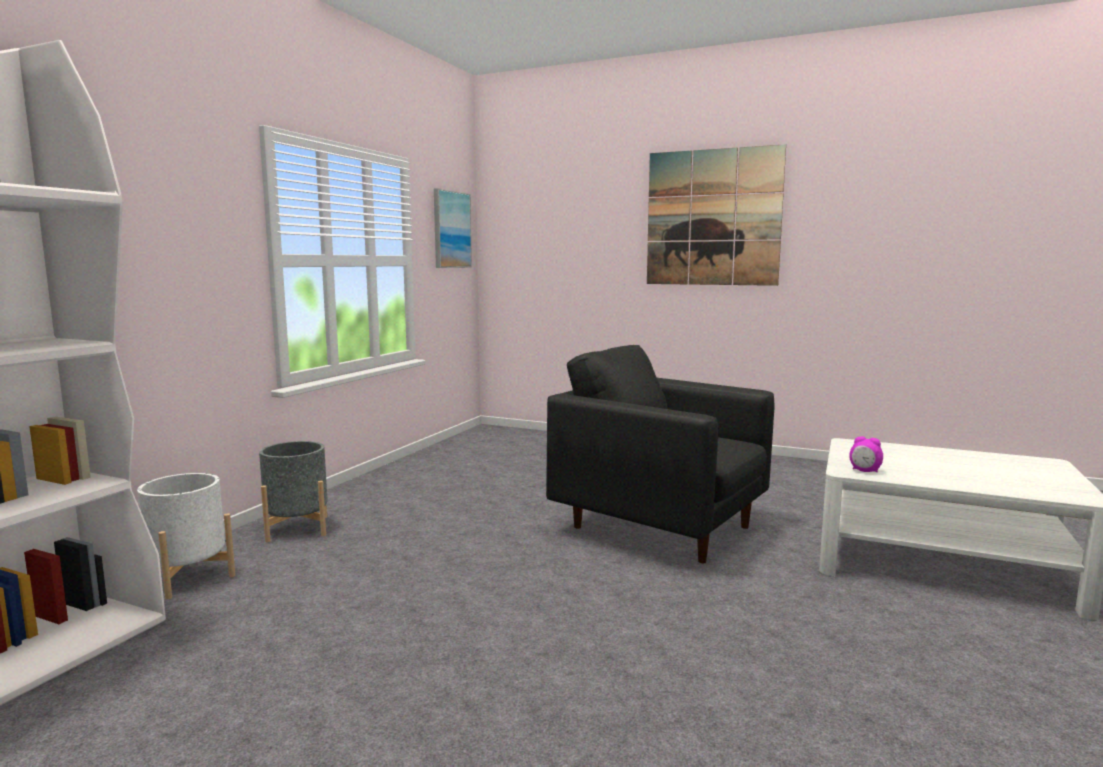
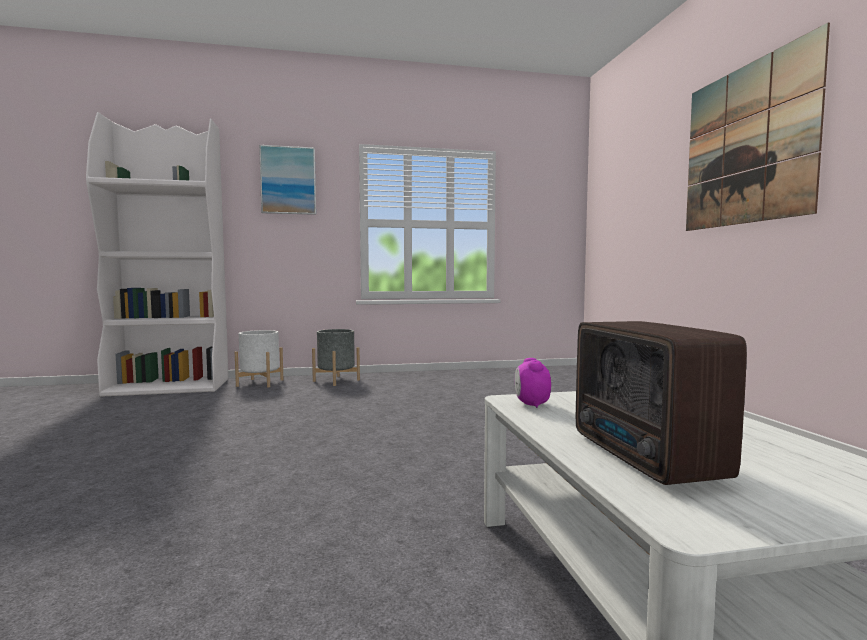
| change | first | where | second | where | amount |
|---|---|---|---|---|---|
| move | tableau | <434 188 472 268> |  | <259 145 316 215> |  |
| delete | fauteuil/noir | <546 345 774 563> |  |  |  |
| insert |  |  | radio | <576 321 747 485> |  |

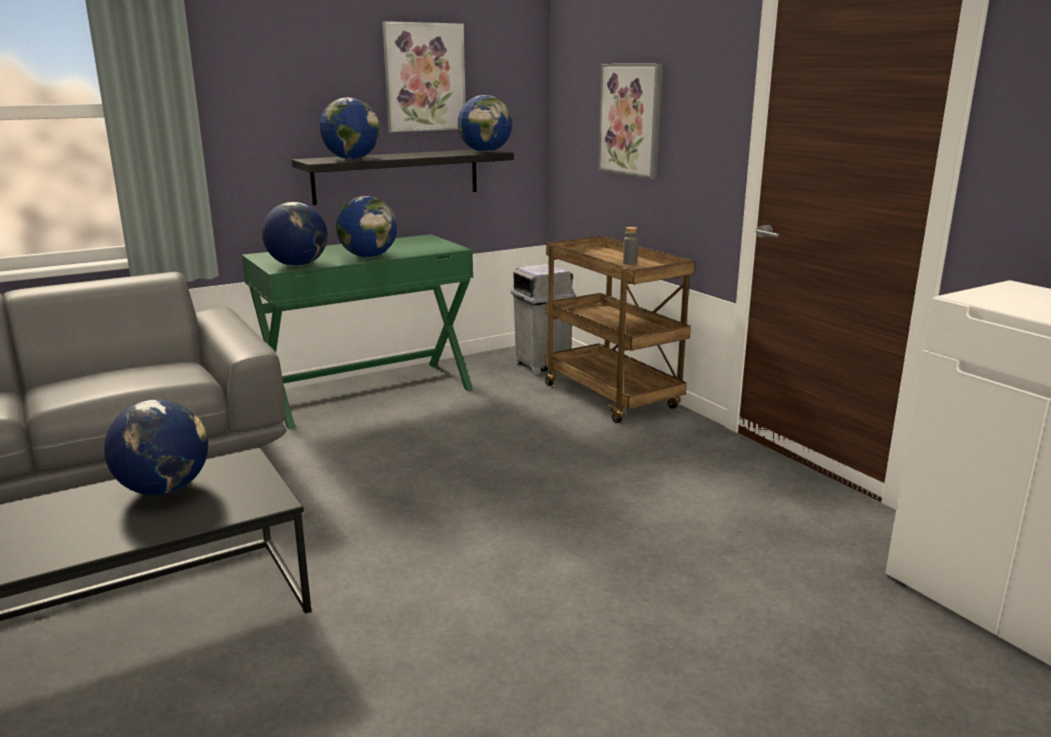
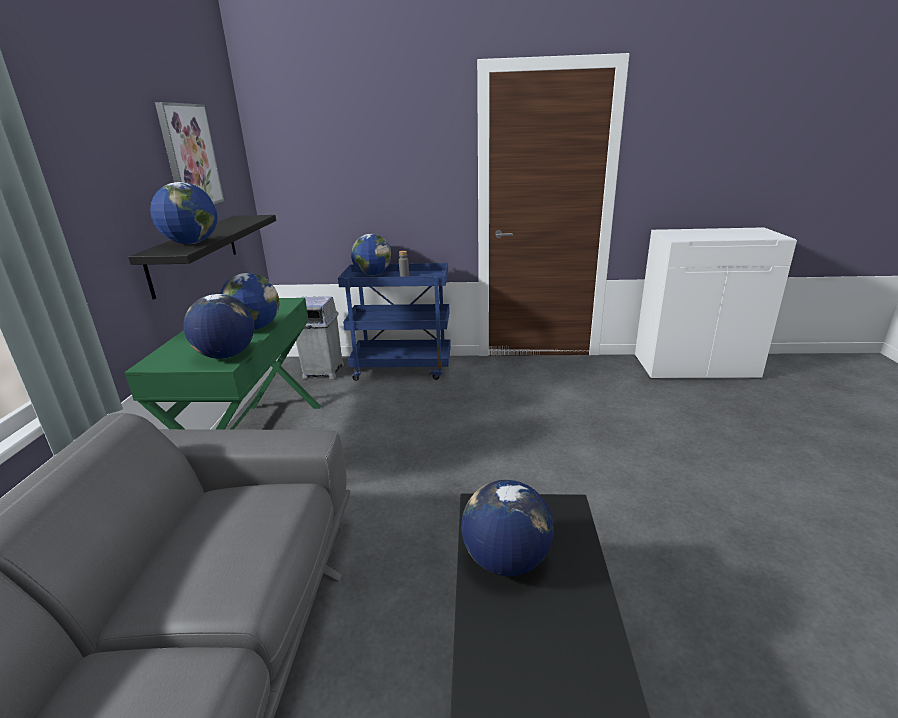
| change | first | where | second | where | amount |
|---|---|---|---|---|---|
| move | globe | <458 95 512 152> |  | <351 234 392 275> |  |
| recolor | chariot/marron | <545 236 695 423> | chariot/bleu | <338 263 451 381> |  |
| delete | tableau | <598 64 663 179> |  |  |  |

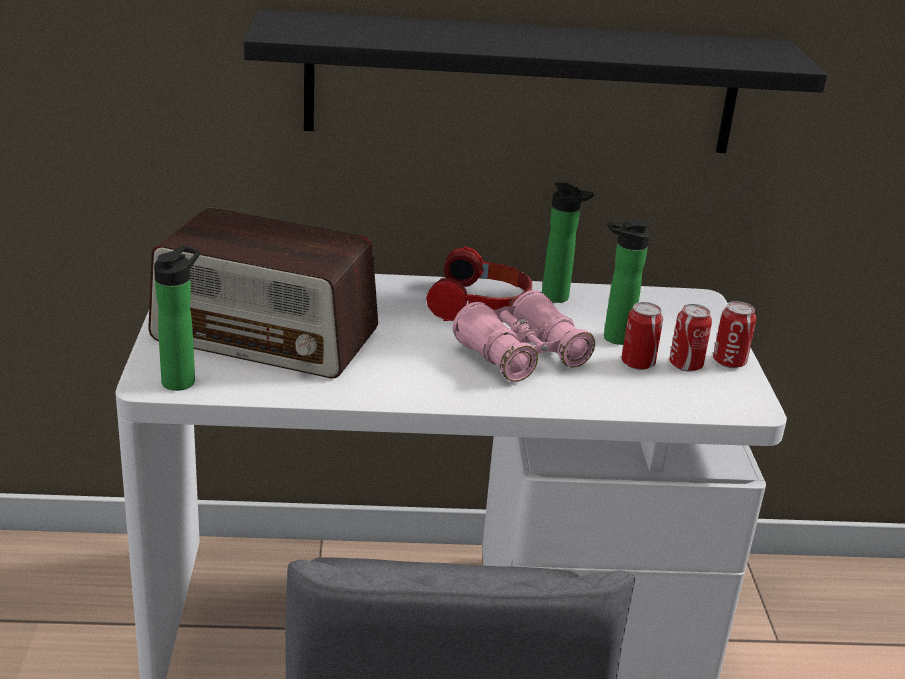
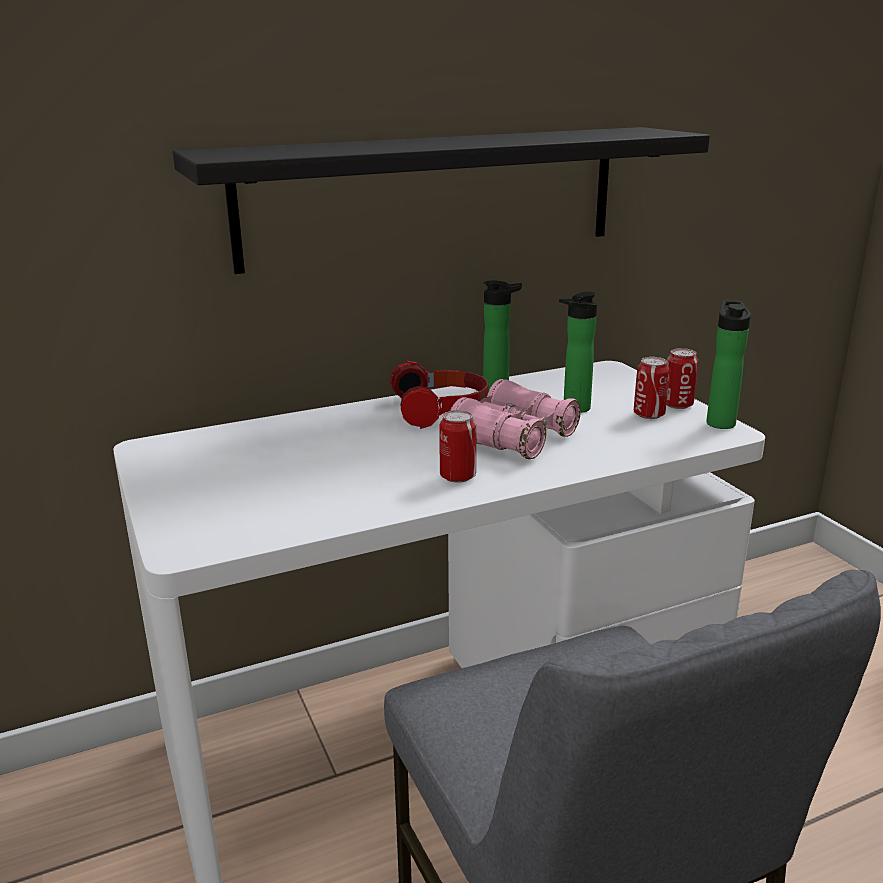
| change | first | where | second | where | amount |
|---|---|---|---|---|---|
| delete | radio | <148 207 378 378> |  |  |  |
| move | bouteille | <154 245 200 391> |  | <706 301 751 429> |  |
| move | boîte métallique | <622 302 663 370> |  | <439 410 476 483> |  |

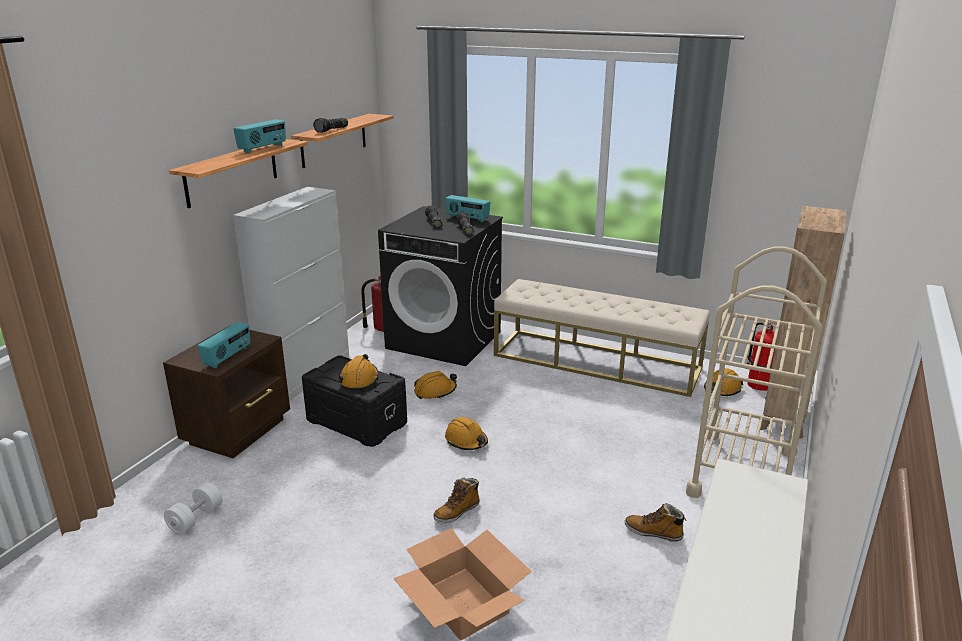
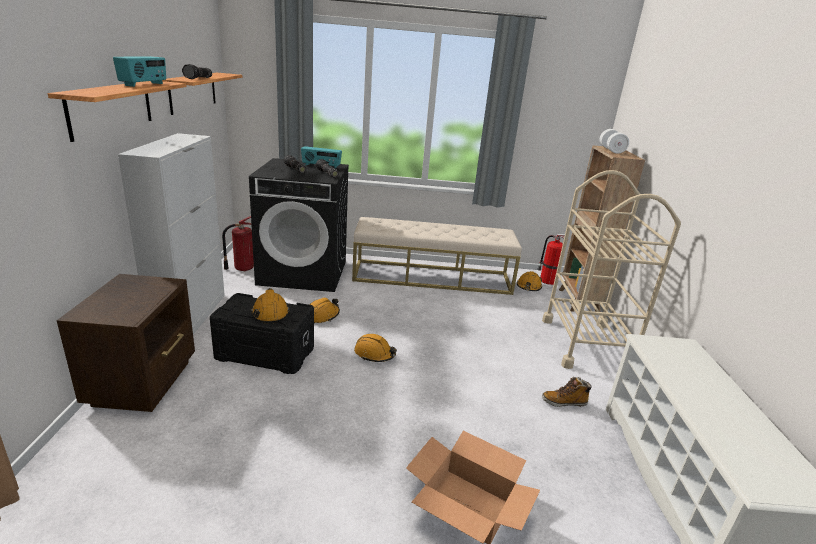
| change | first | where | second | where | amount |
|---|---|---|---|---|---|
| move | haltère/blanc | <164 482 223 535> |  | <600 129 629 154> |  |
| delete | radio | <197 322 250 368> |  |  |  |
| delete | botte | <433 477 480 523> |  |  |  |

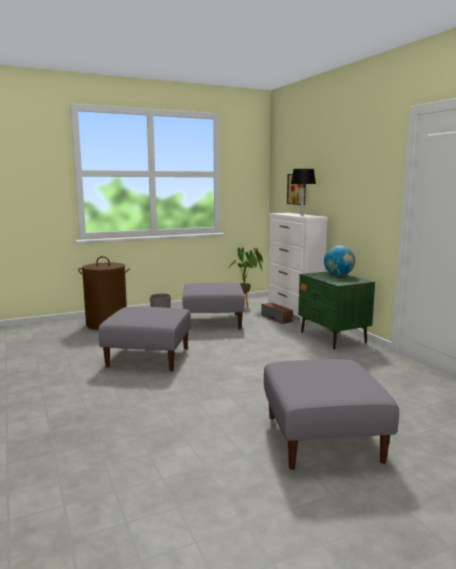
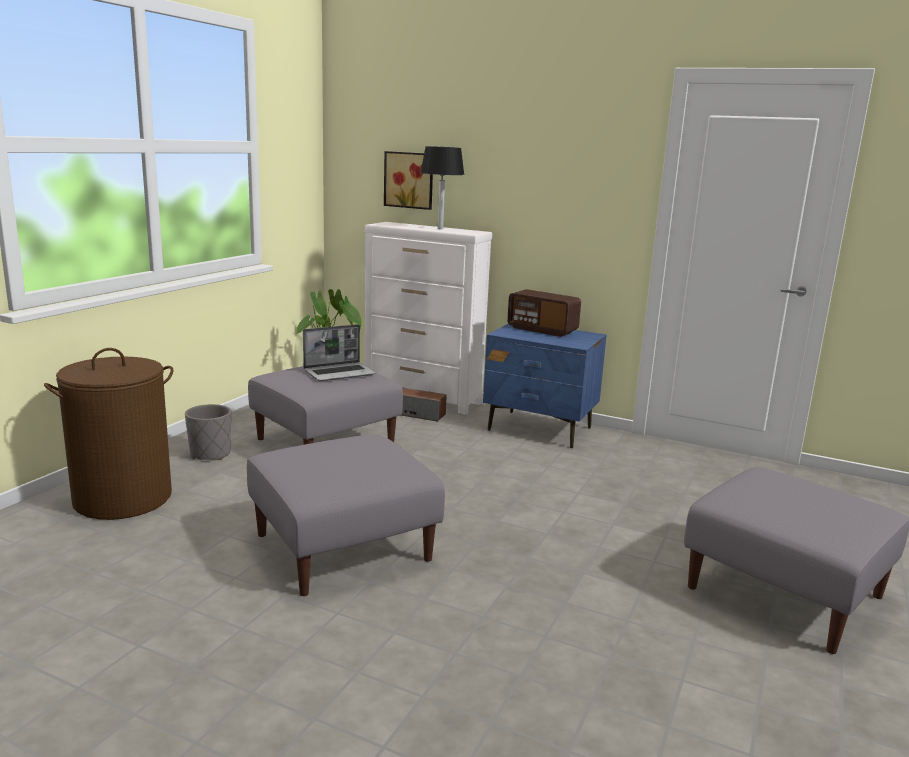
| change | first | where | second | where | amount |
|---|---|---|---|---|---|
| recolor | table de chevet/vert | <298 271 375 349> | table de chevet/bleu | <483 324 607 448> |  |
| replace | globe | <324 246 355 276> | radio | <507 289 581 337> |  |
| insert |  |  | ordinateur portable | <303 324 376 381> |  |

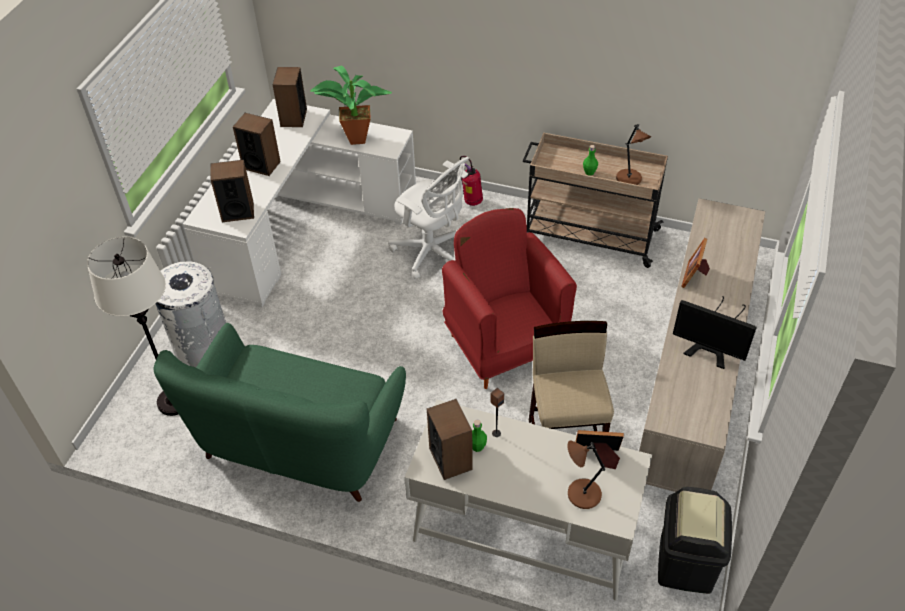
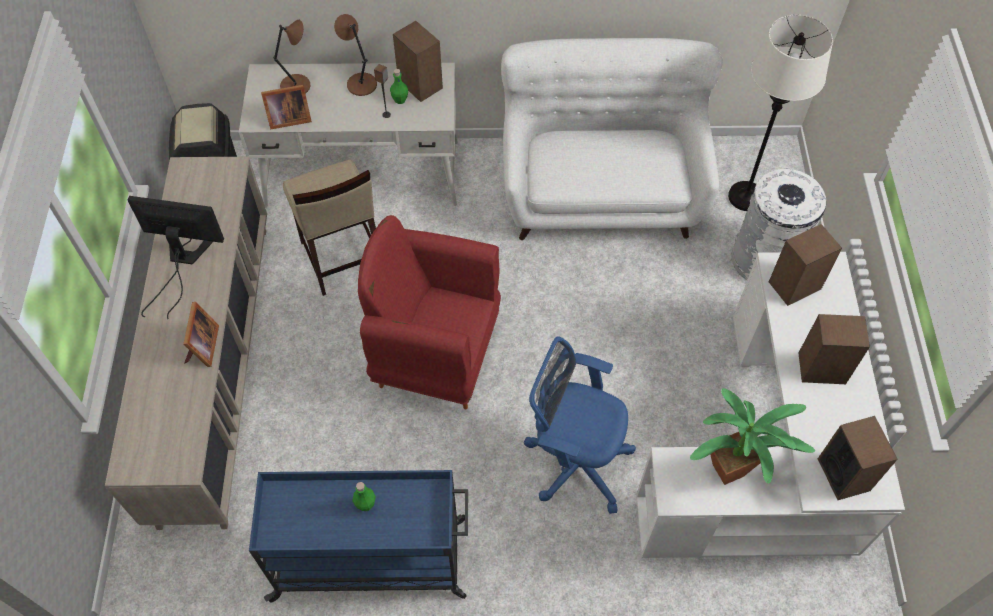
| change | first | where | second | where | amount |
|---|---|---|---|---|---|
| recolor | canapé/vert | <153 323 406 502> | canapé/blanc | <501 38 723 240> |  |
| recolor | chaise de bureau/blanc | <388 157 469 279> | chaise de bureau/bleu | <524 336 636 514> |  |
| rotate | fauteuil/rouge | <442 208 577 389> |  | <358 215 501 409> | 150 degrees clockwise |
| delete | extincteur | <460 156 483 206> |  |  |  |
| recolor | chariot/beige | <523 133 668 268> | chariot/bleu | <249 470 468 603> |  |
| move | lampe de table/marron | <616 124 652 185> |  | <334 14 377 96> |  |

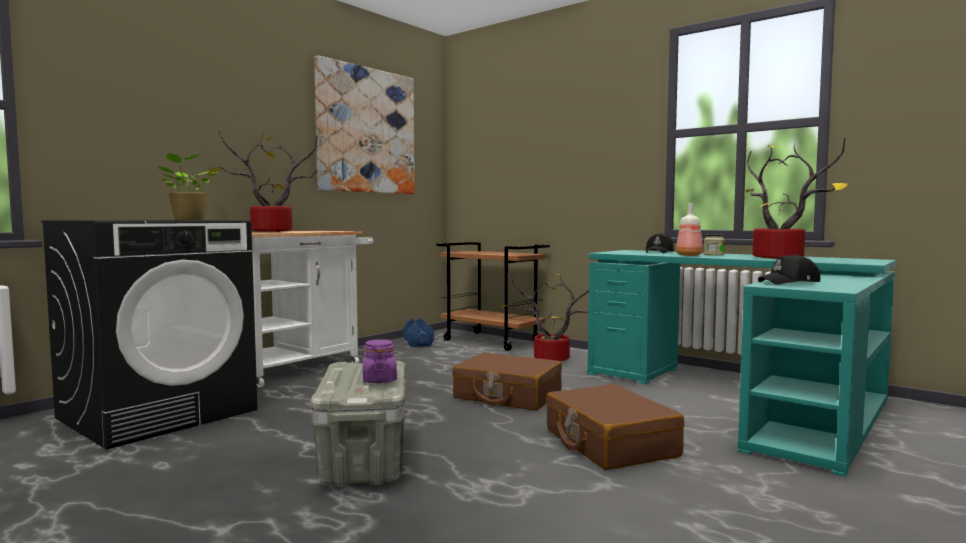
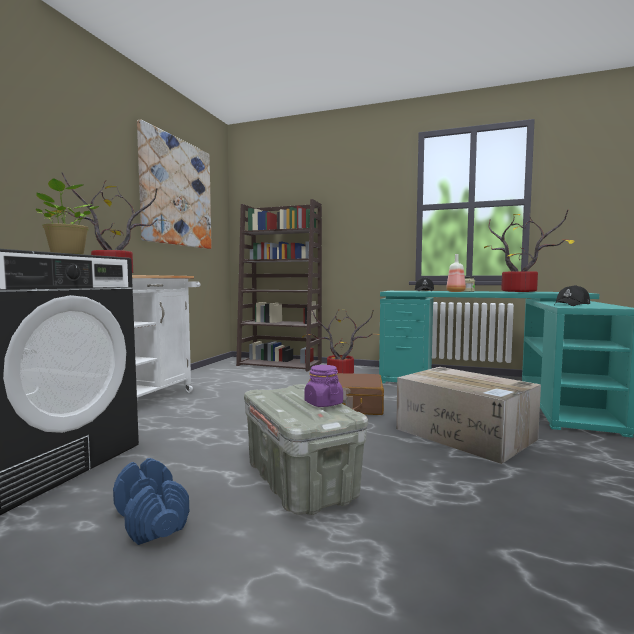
| change | first | where | second | where | amount |
|---|---|---|---|---|---|
| move | haltère/bleu | <403 318 434 347> |  | <113 458 189 545> |  |
| replace | chariot/marron | <436 242 550 351> | bibliothèque/marron | <236 199 322 371> |  |
| replace | valise/marron | <546 384 685 470> | carton | <396 367 541 464> |  |

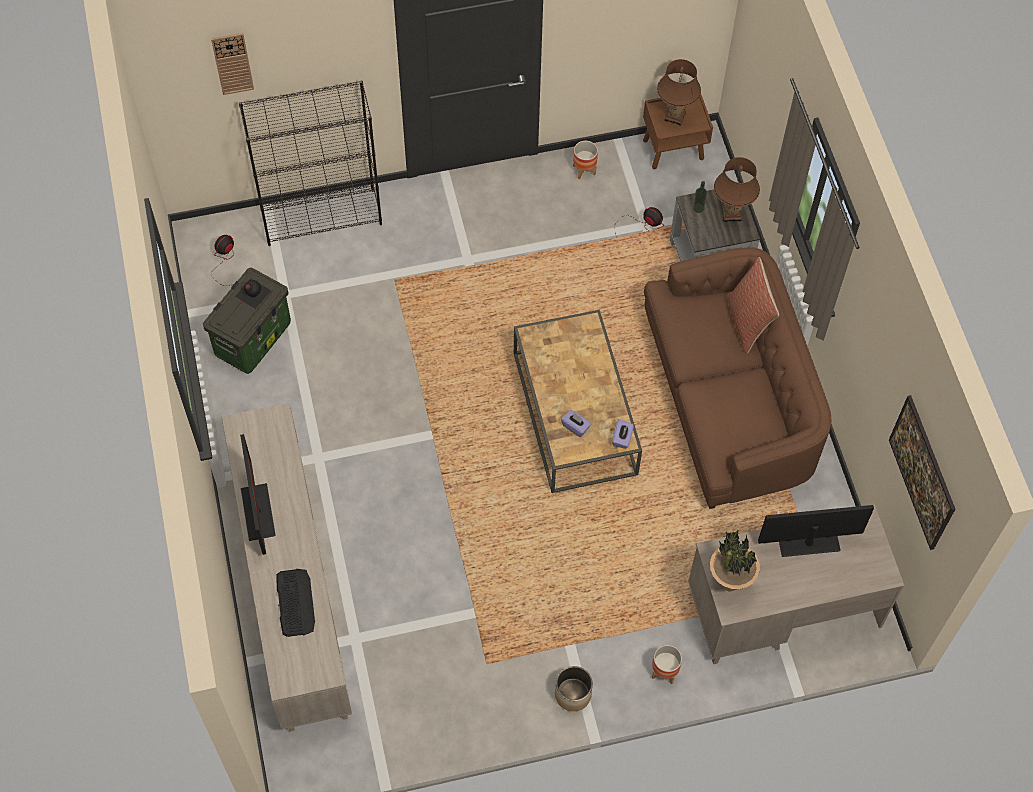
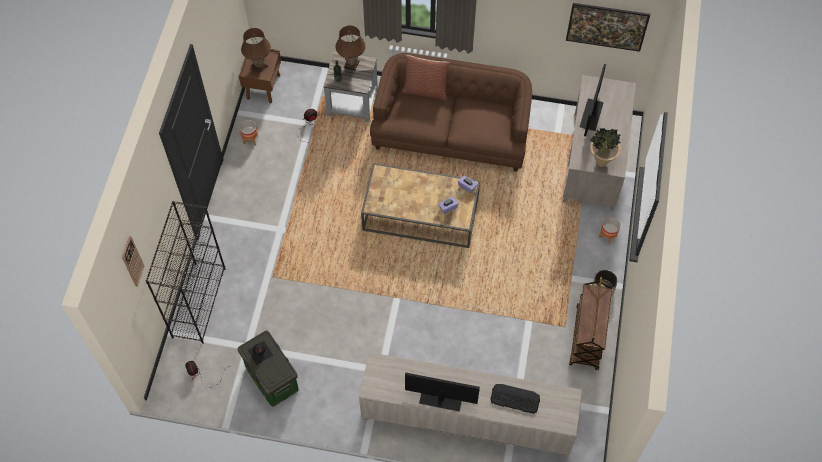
| change | first | where | second | where | amount |
|---|---|---|---|---|---|
| insert |  |  | chariot/marron | <569 277 612 370> |  |

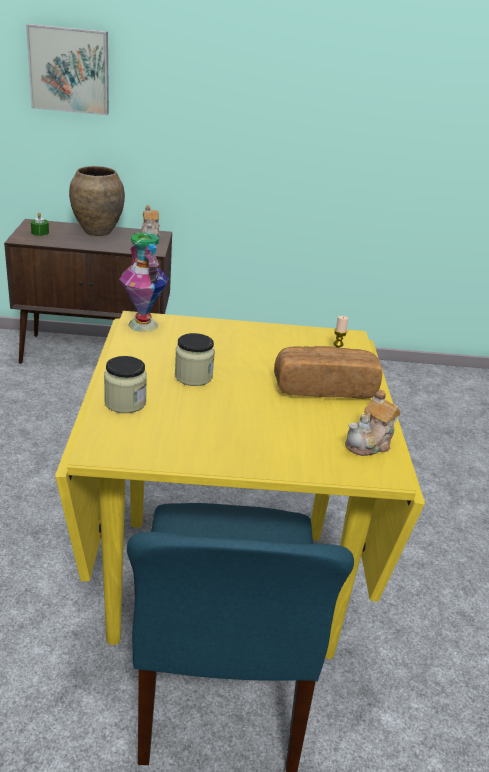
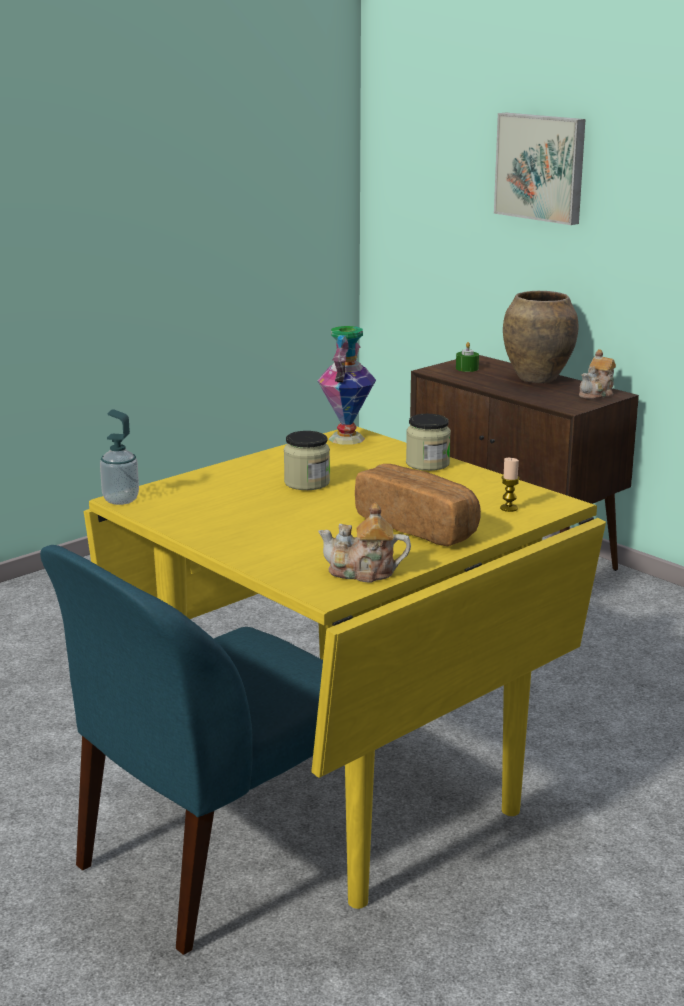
| change | first | where | second | where | amount |
|---|---|---|---|---|---|
| move | bocal | <104 356 147 413> |  | <406 414 451 471> |  |
| insert |  |  | distributeur de savon | <100 409 139 505> |  |

